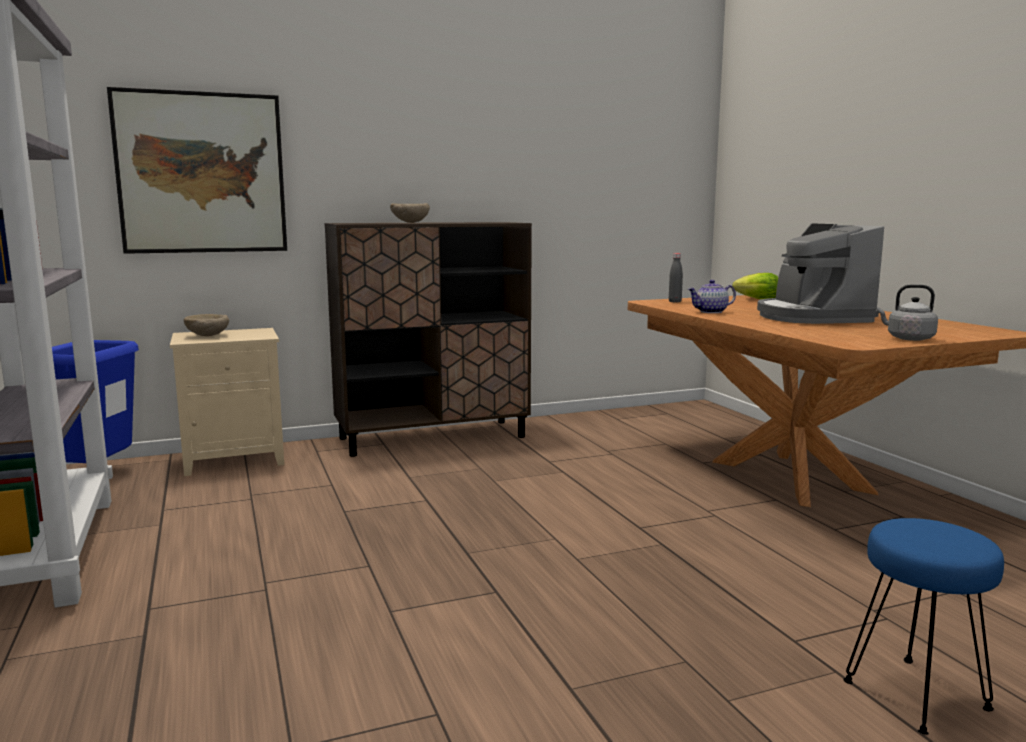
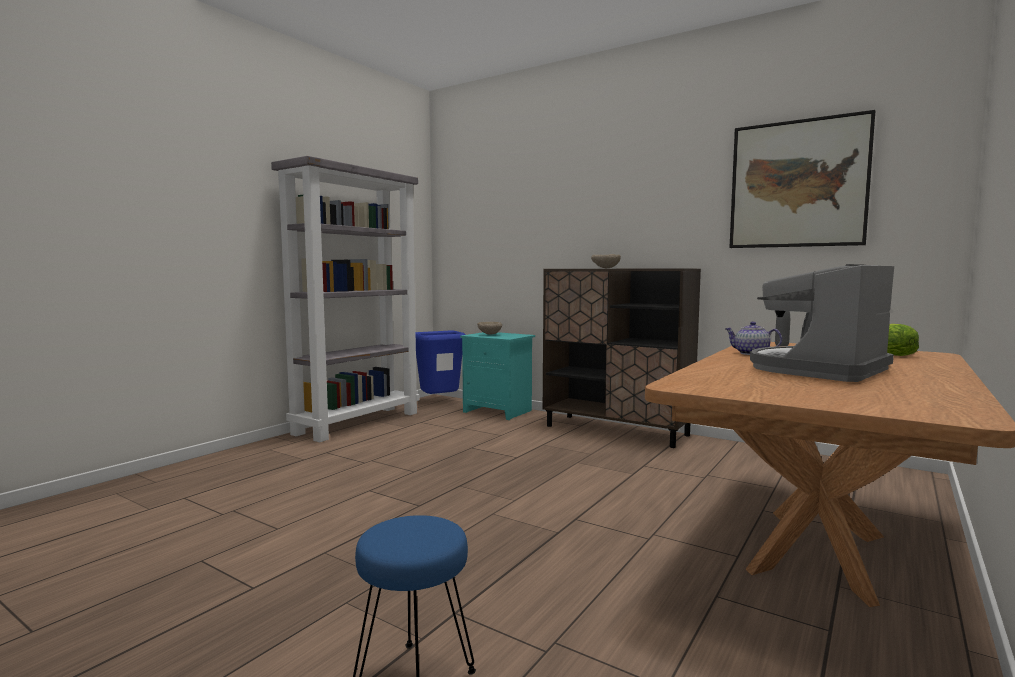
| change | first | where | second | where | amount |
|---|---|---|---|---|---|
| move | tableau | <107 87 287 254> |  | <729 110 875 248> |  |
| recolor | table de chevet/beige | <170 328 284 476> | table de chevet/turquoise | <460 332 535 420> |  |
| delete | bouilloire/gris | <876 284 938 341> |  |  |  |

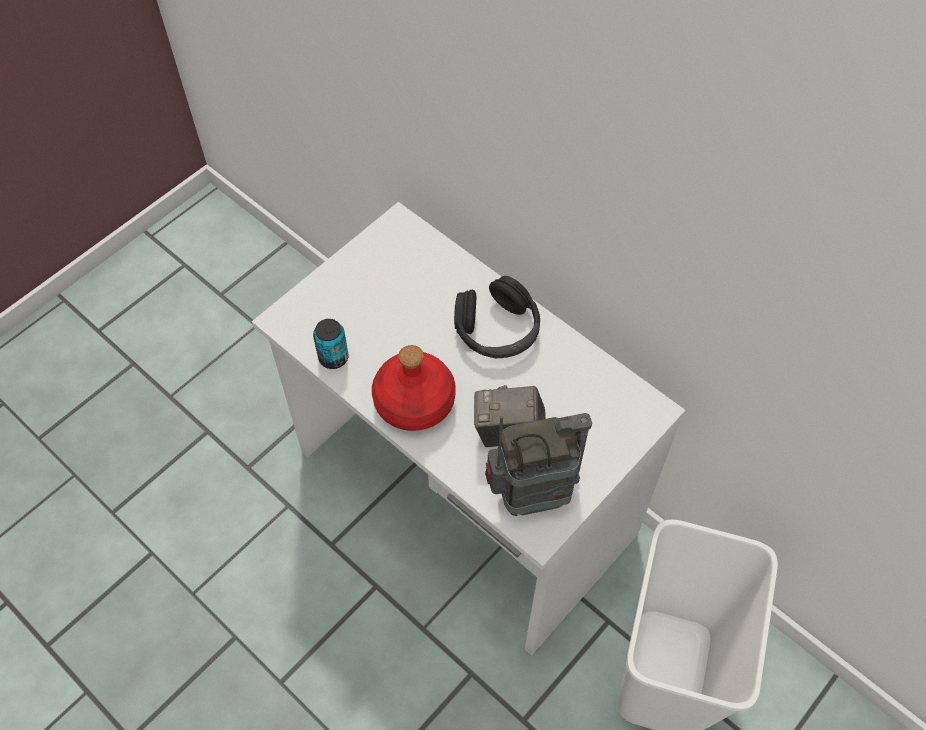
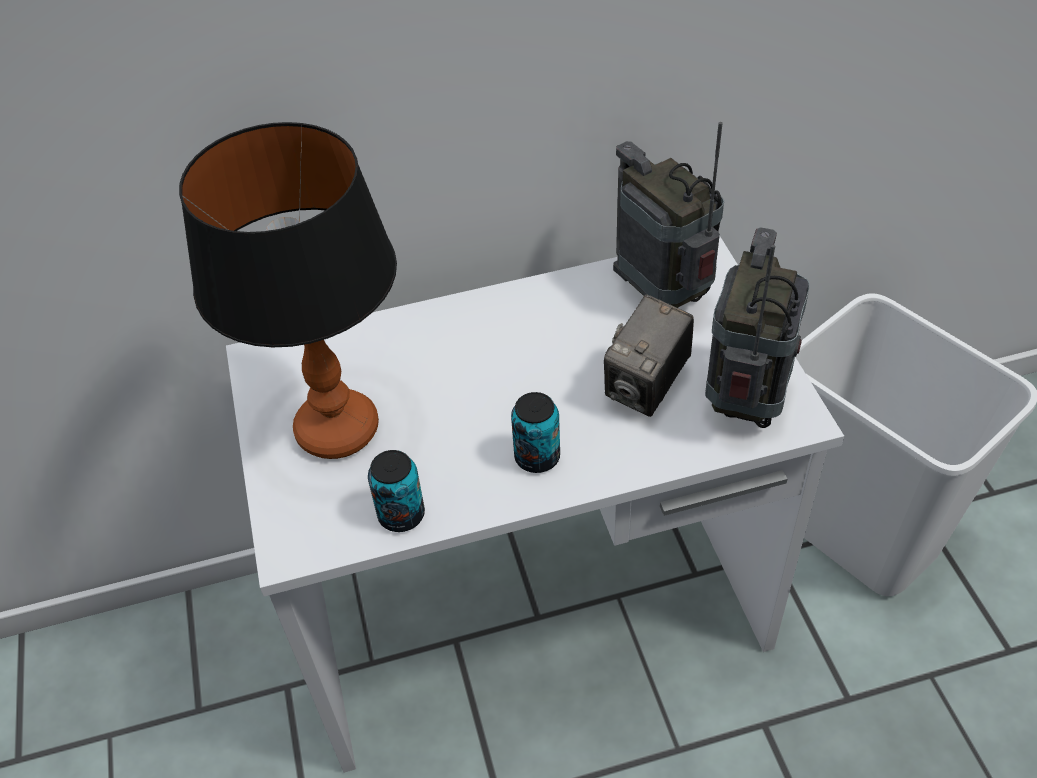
| change | first | where | second | where | amount |
|---|---|---|---|---|---|
| replace | bouteille/rouge | <372 345 456 431> | boîte métallique | <511 392 560 473> |  |
| delete | casque audio/noir | <454 276 540 358> |  |  |  |
| insert |  |  | lampe de table | <179 122 397 459> |  |
| insert |  |  | radio | <613 122 724 308> |  |

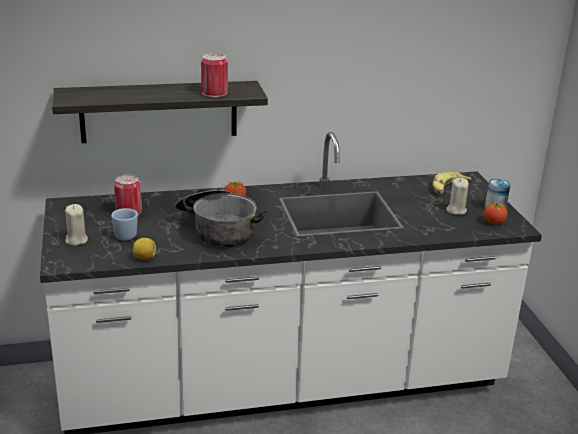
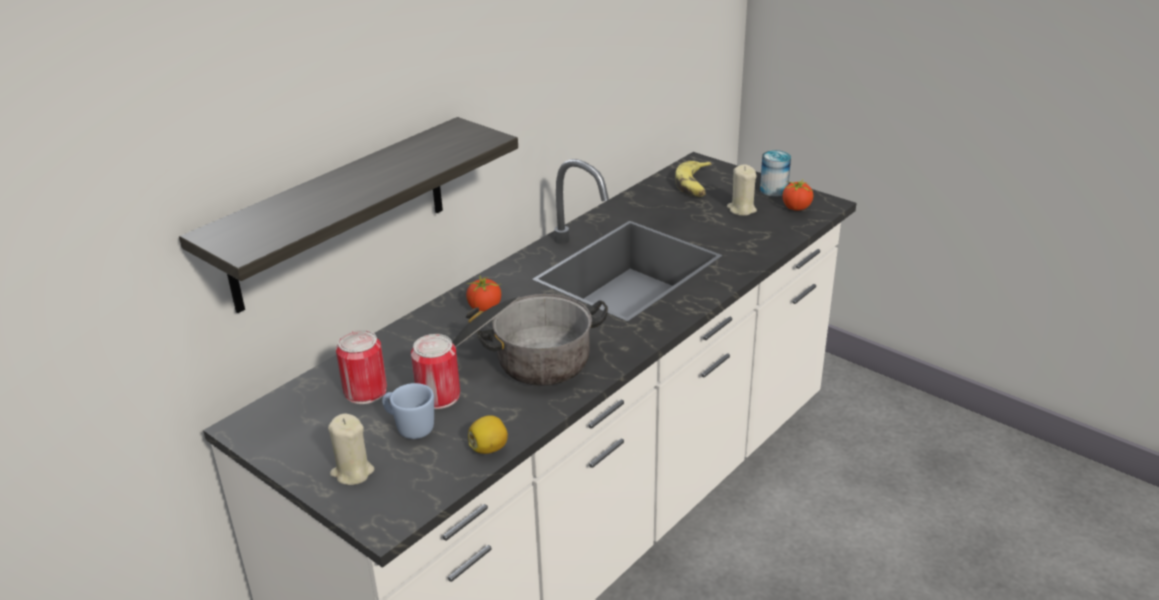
| change | first | where | second | where | amount |
|---|---|---|---|---|---|
| move | boîte métallique | <201 53 228 97> |  | <411 334 460 409> |  |

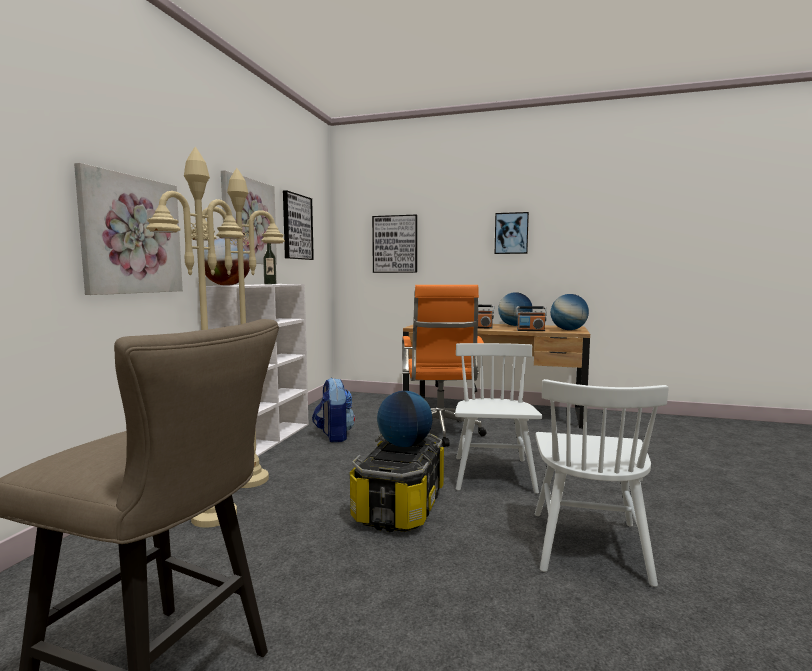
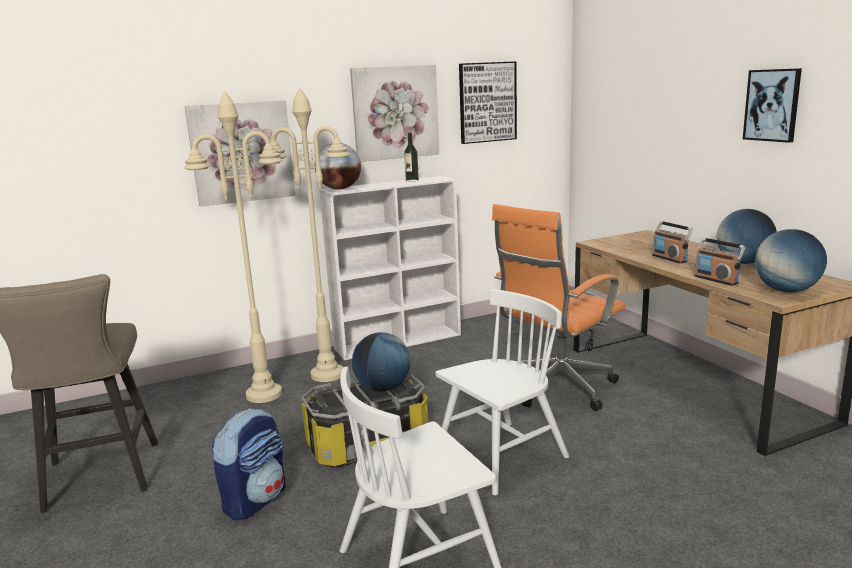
| change | first | where | second | where | amount |
|---|---|---|---|---|---|
| move | sac à dos | <312 378 355 442> |  | <211 408 286 521> |  |
| delete | tableau | <372 215 417 273> |  |  |  |

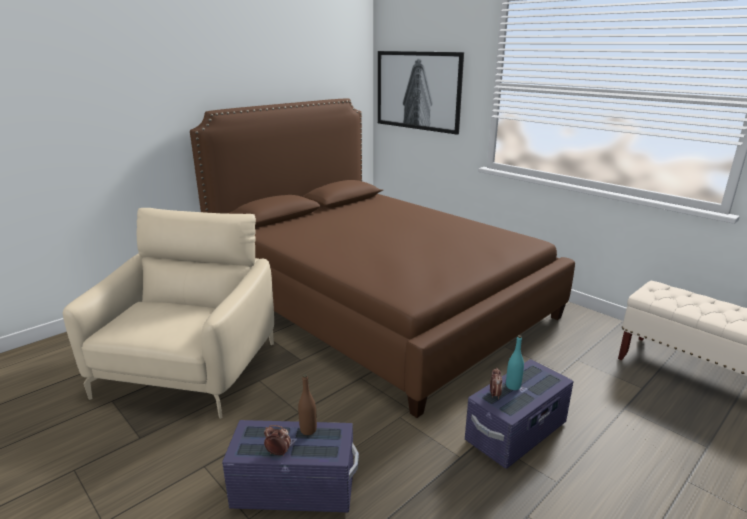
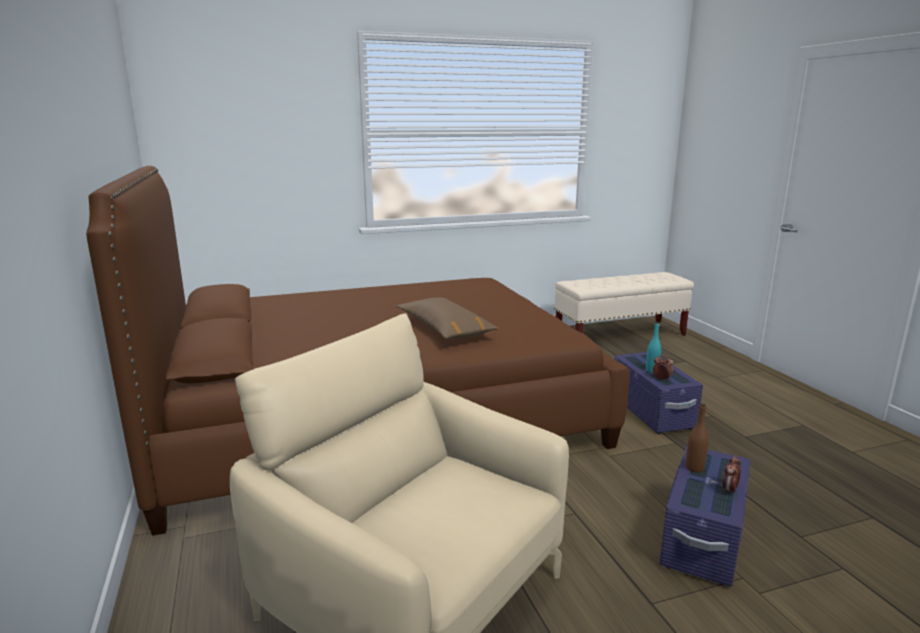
| change | first | where | second | where | amount |
|---|---|---|---|---|---|
| delete | tableau | <378 51 464 135> |  |  |  |
| insert |  |  | coussin/marron | <396 297 499 339> |  |

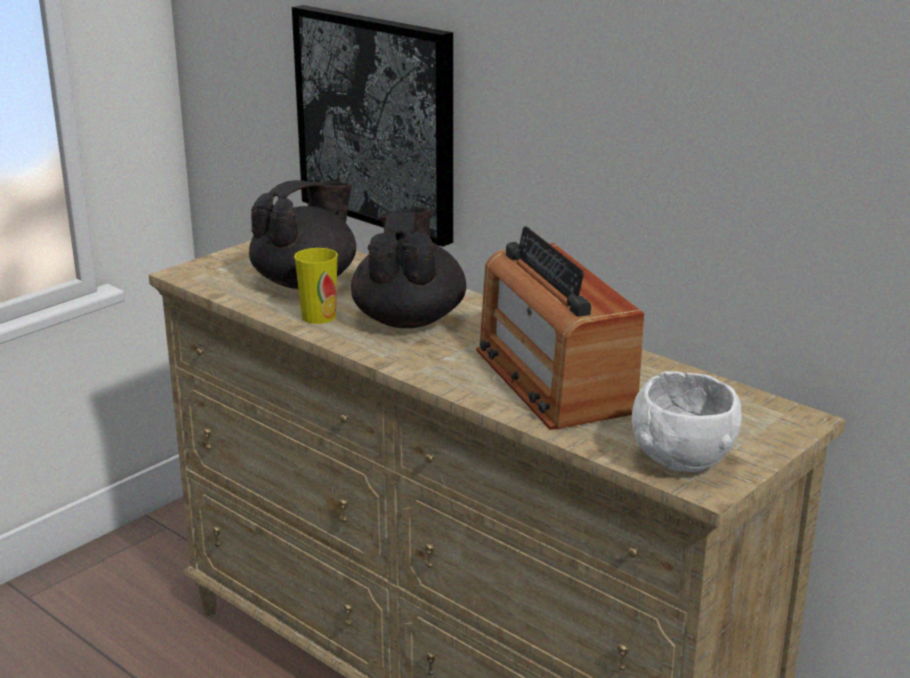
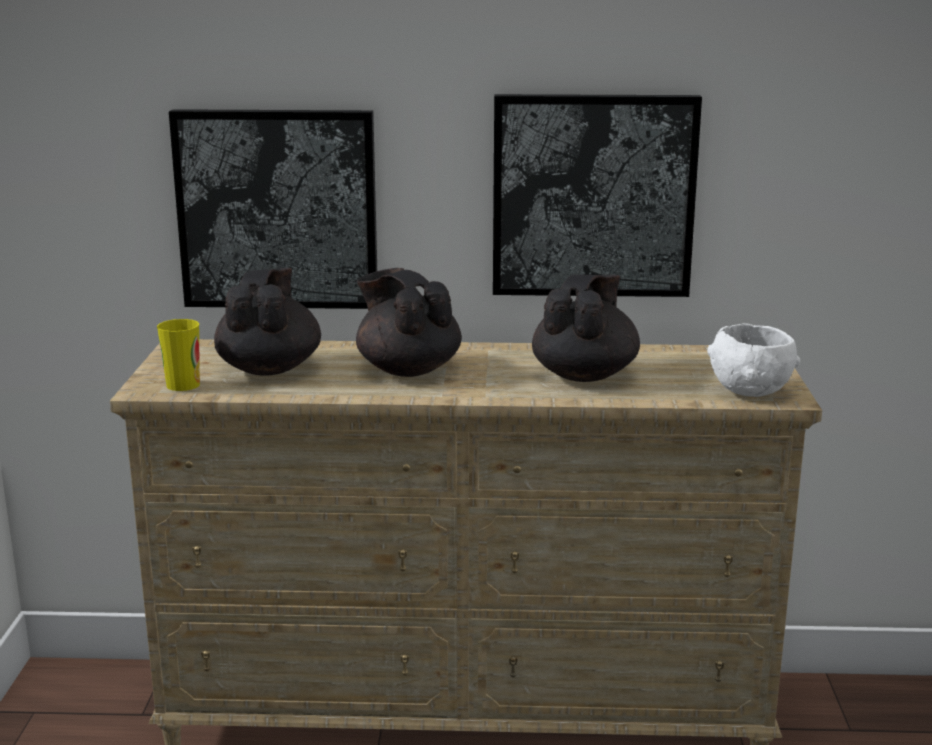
| change | first | where | second | where | amount |
|---|---|---|---|---|---|
| move | tasse | <294 248 338 324> |  | <157 319 200 391> |  |
| replace | radio | <476 227 644 430> | théière/noir | <532 274 640 382> |  |
| insert |  |  | tableau | <493 94 702 297> |  |

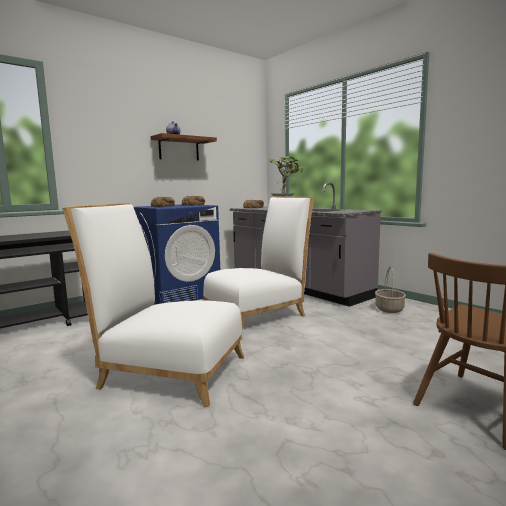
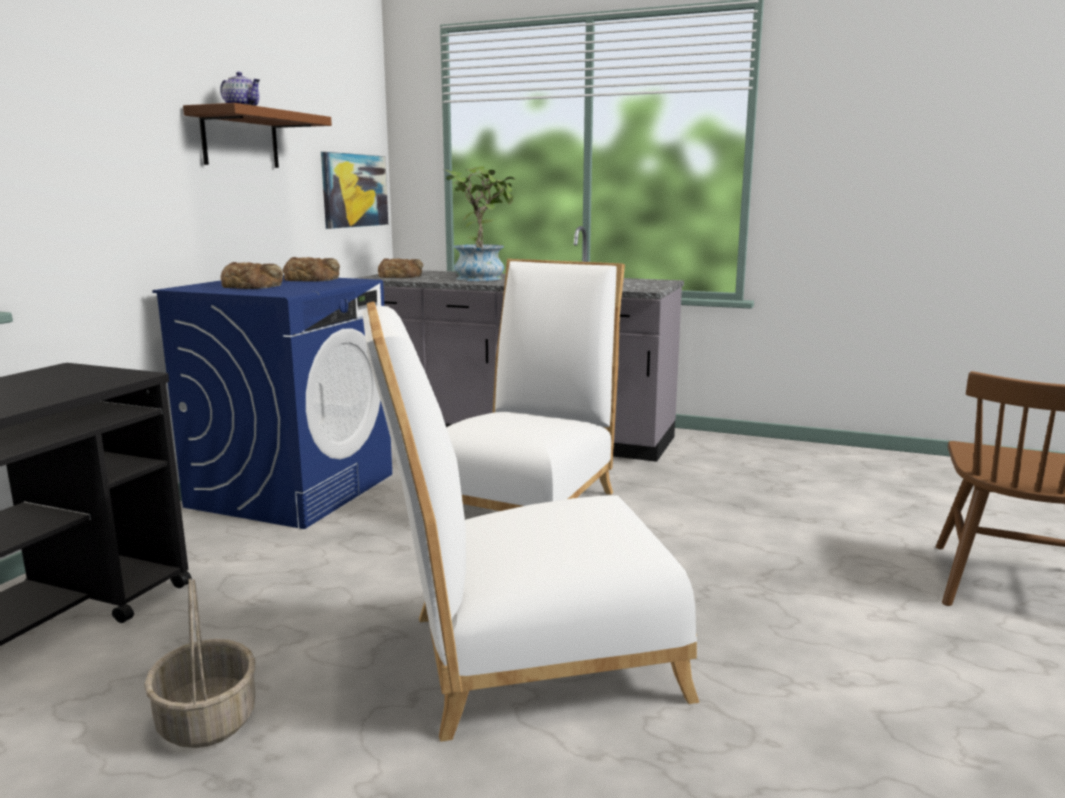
| change | first | where | second | where | amount |
|---|---|---|---|---|---|
| move | panier | <375 267 406 313> |  | <144 579 256 748> |  |
| insert |  |  | tableau | <321 152 388 229> |  |

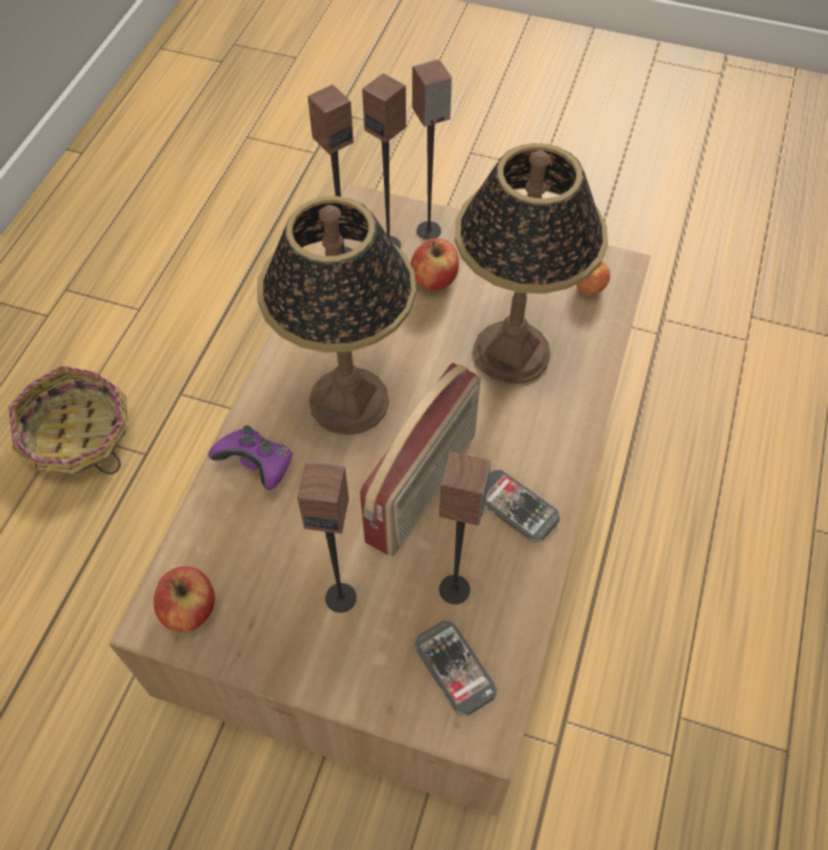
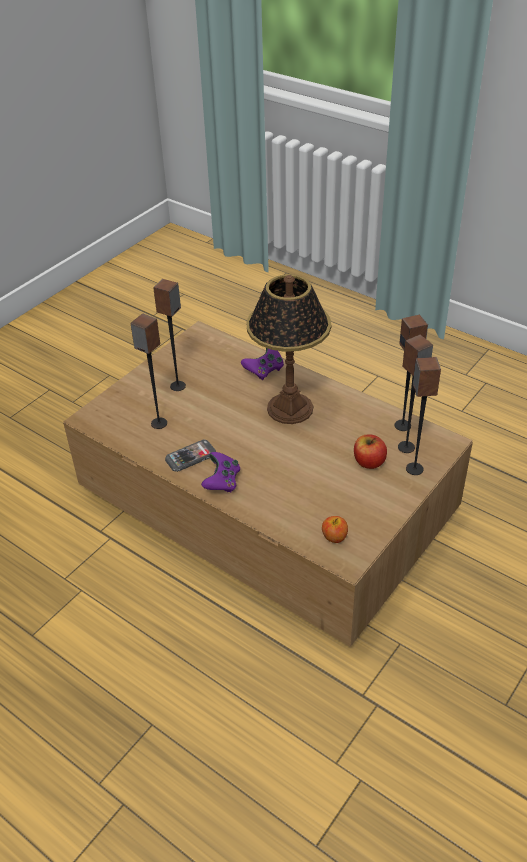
| change | first | where | second | where | amount |
|---|---|---|---|---|---|
| delete | panier | <9 366 128 474> |  |  |  |
| delete | pomme | <154 566 215 632> |  |  |  |
| delete | radio | <360 363 481 556> |  |  |  |
| delete | téléphone | <414 621 497 716> |  |  |  |
| delete | lampe de table | <455 143 608 384> |  |  |  |
| insert |  |  | manette/violet | <201 452 240 493> |  |

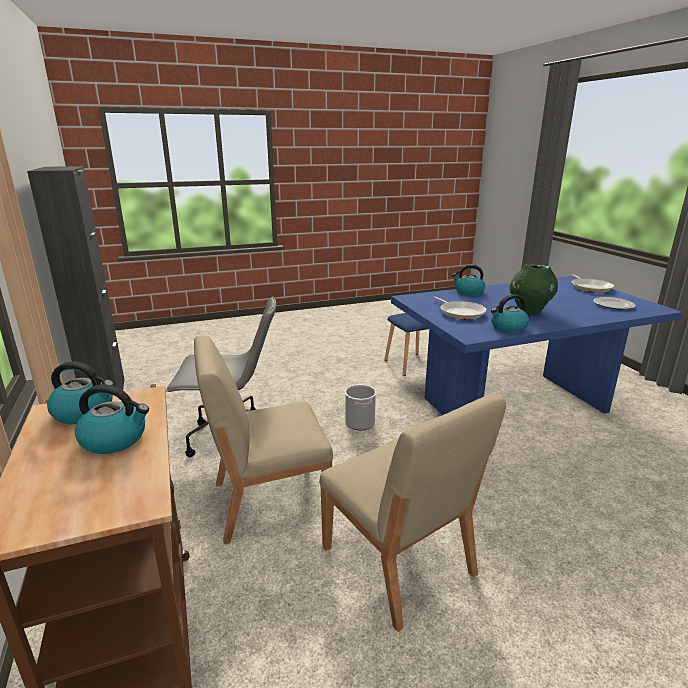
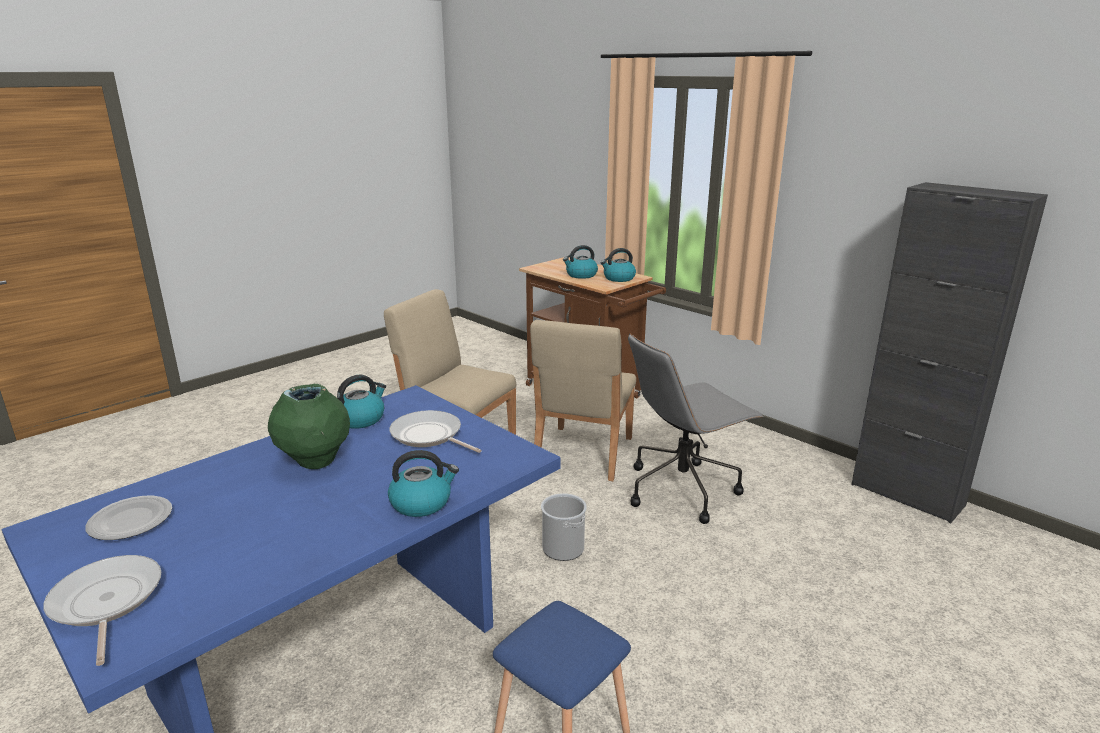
| change | first | where | second | where | amount |
|---|---|---|---|---|---|
| rotate | chaise/beige | <194 336 333 544> |  | <530 320 636 481> | 150 degrees clockwise |

